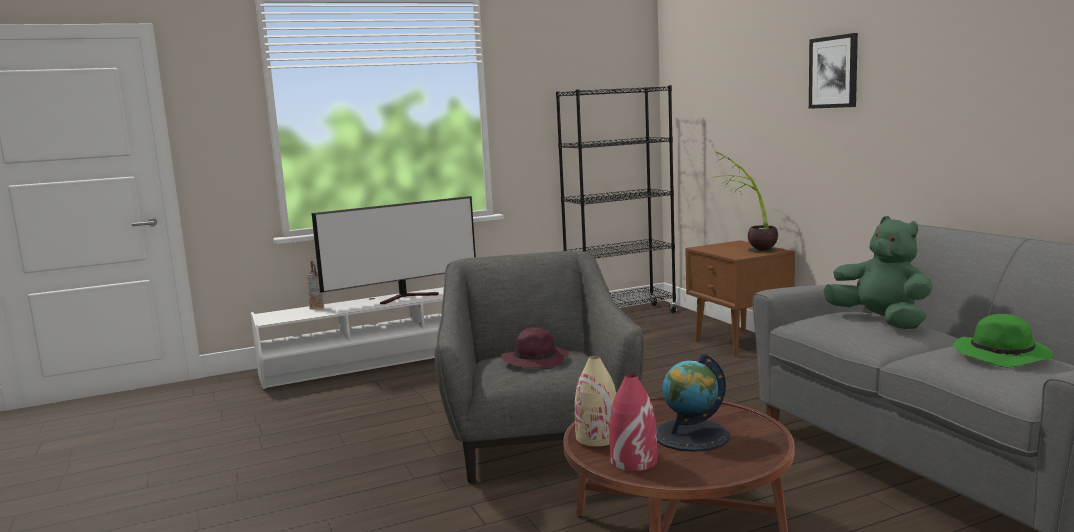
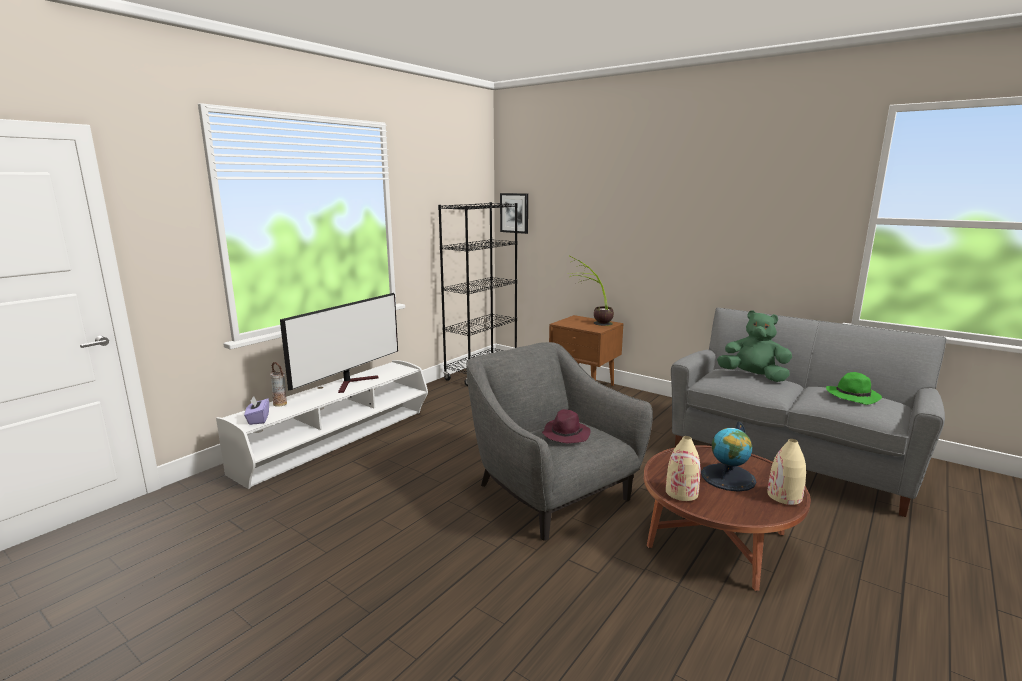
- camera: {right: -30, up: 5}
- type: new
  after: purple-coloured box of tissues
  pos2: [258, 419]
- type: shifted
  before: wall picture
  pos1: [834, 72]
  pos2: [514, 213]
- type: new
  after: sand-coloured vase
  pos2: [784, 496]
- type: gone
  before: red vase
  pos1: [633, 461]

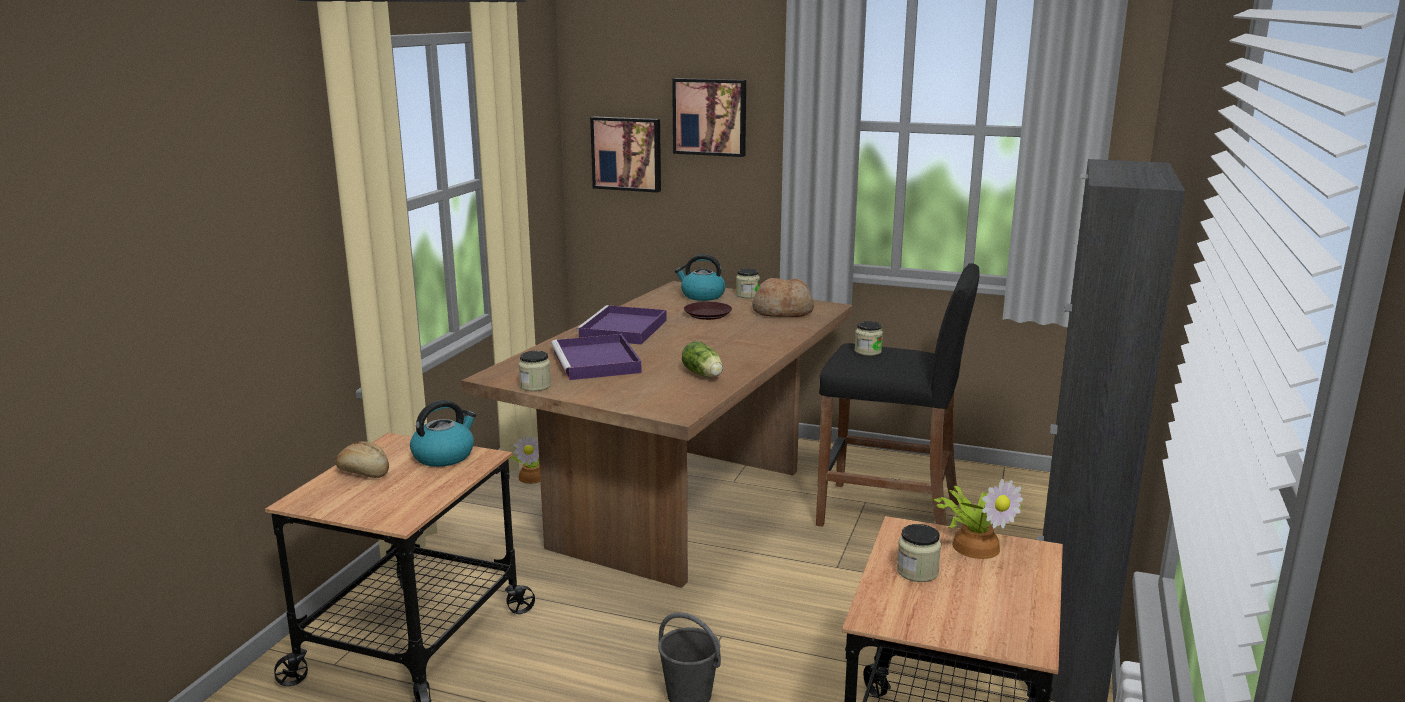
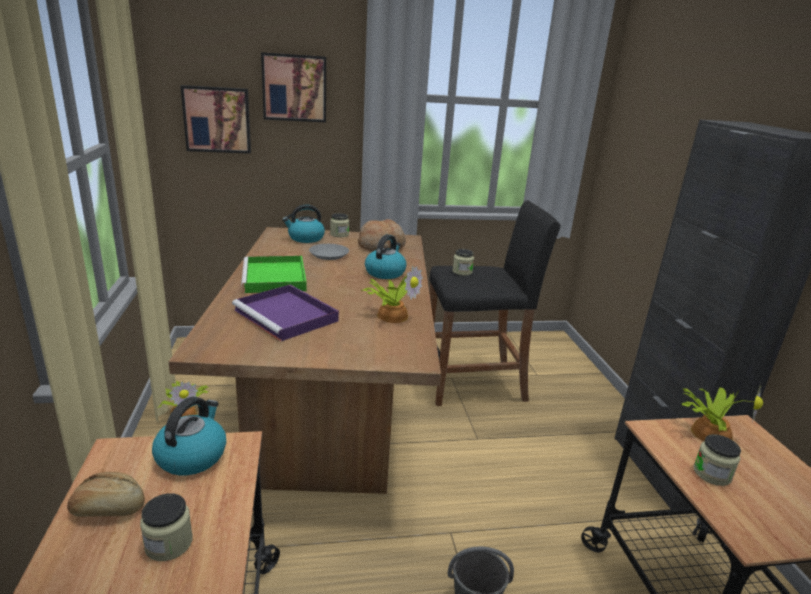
- camera: {right: -30, up: 5}
- type: shifted
  before: preserve jar
  pos1: [535, 386]
  pos2: [169, 543]
- type: repainted
  before: purple-coloured tray
  after: green-coloured tray
  pos1: [623, 330]
  pos2: [275, 278]
- type: repainted
  before: brownish flat dish
  after: gray flat dish
  pos1: [707, 314]
  pos2: [328, 255]
- type: swapped
  before: lettuce
  after: plant in a pot
  pos1: [704, 375]
  pos2: [392, 315]
- type: new
  after: water kettle
  pos2: [385, 272]

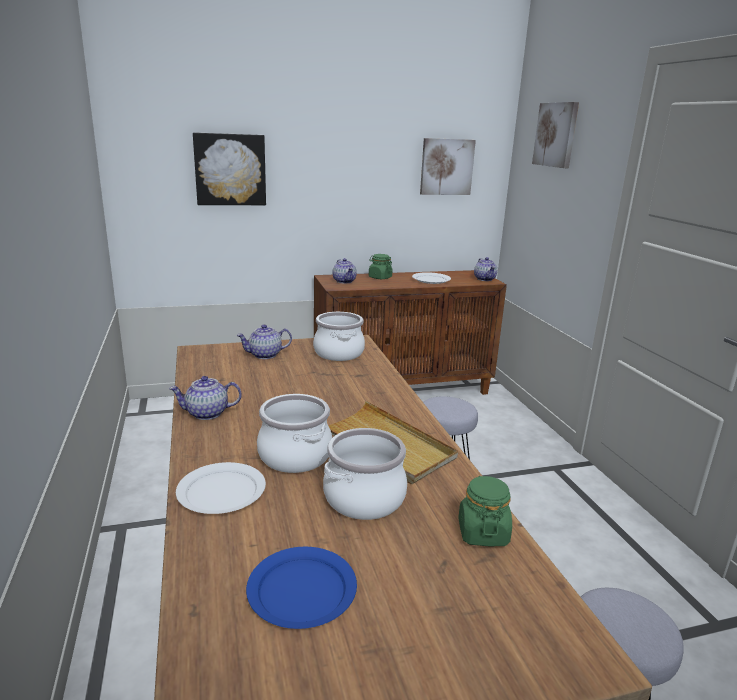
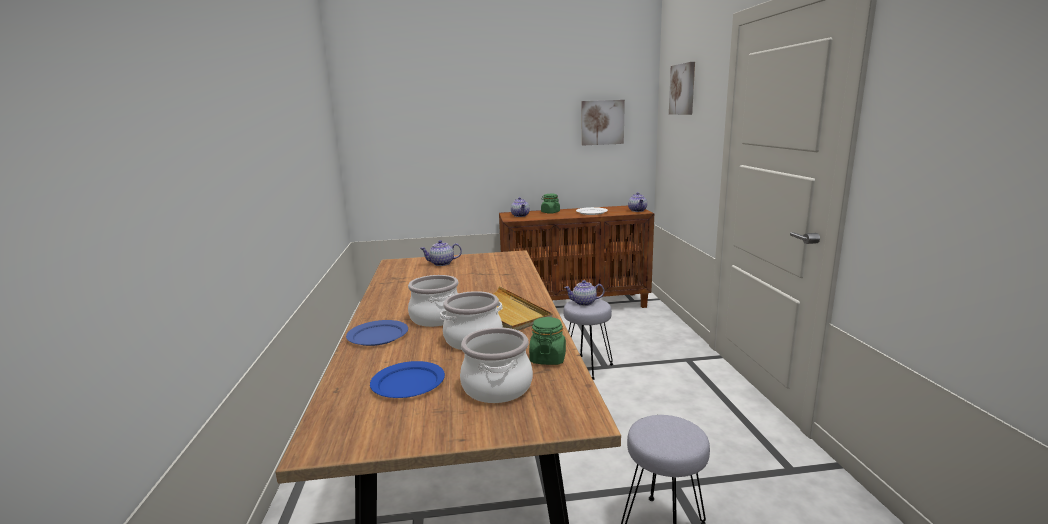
- camera: {right: 10, up: -5}
- type: repainted
  before: white-coloured flat dish
  after: blue-coloured flat dish
  pos1: [221, 491]
  pos2: [377, 335]
- type: shifted
  before: saucepot
  pos1: [339, 353]
  pos2: [498, 387]
- type: shifted
  before: pot for tea
  pos1: [206, 413]
  pos2: [584, 303]
- type: gone
  before: wall picture
  pos1: [230, 169]

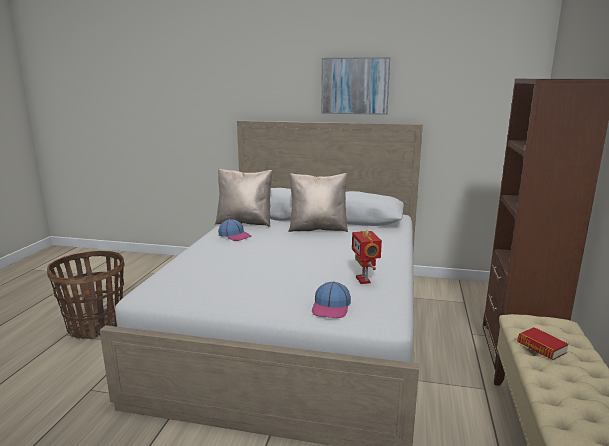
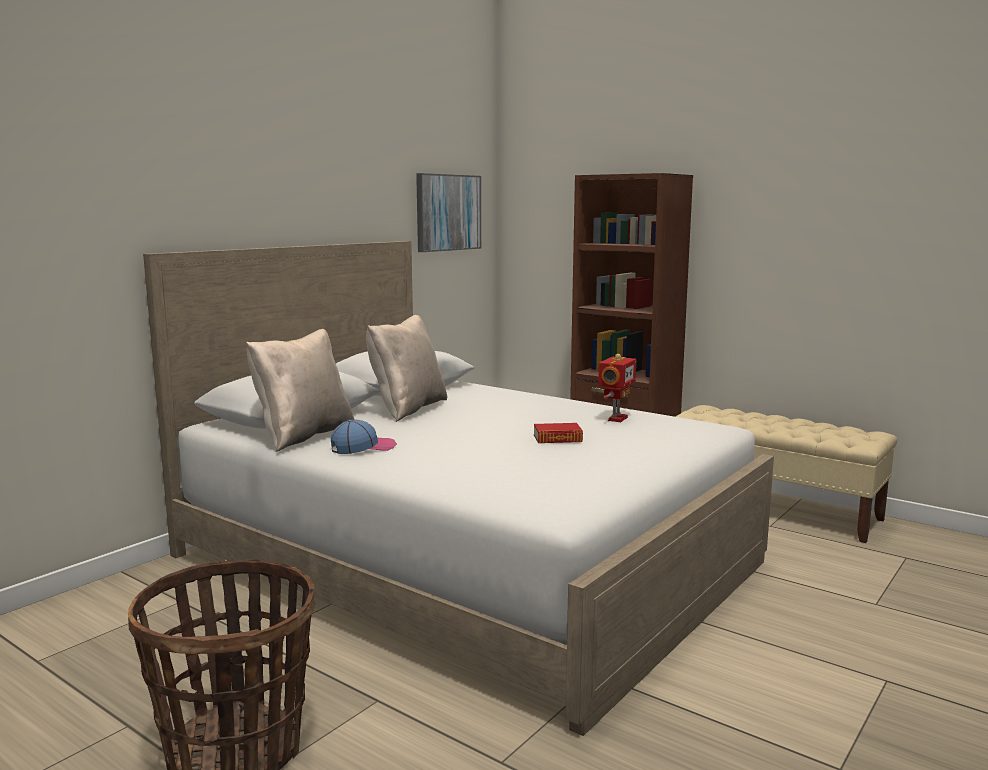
- camera: {right: -65, up: -5}
- type: shifted
  before: wall picture
  pos1: [355, 86]
  pos2: [448, 212]
- type: shifted
  before: bound book
  pos1: [541, 347]
  pos2: [557, 438]
- type: rotated
  before: model robot
  pos1: [364, 280]
  pos2: [616, 419]
  turn: -75
- type: gone
  before: baseball cap
  pos1: [331, 307]

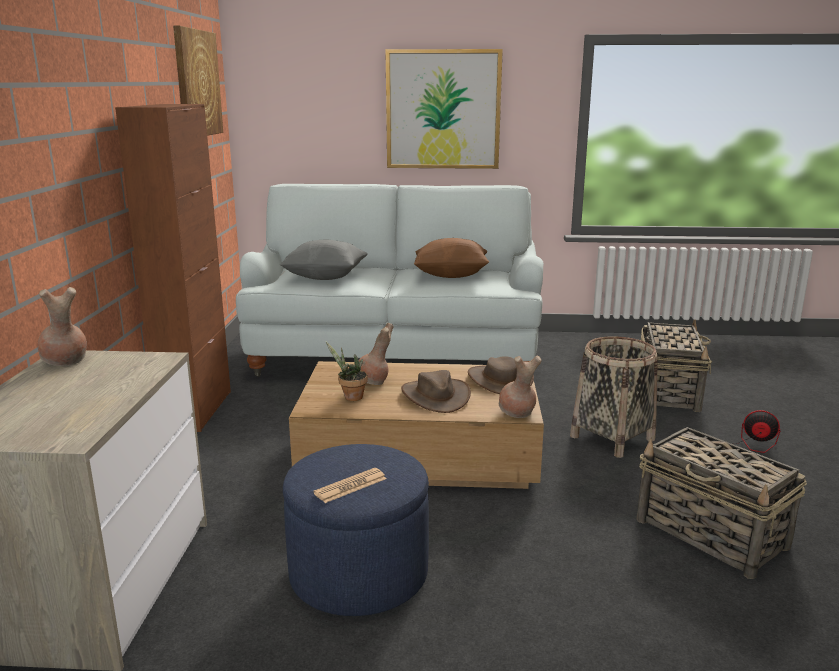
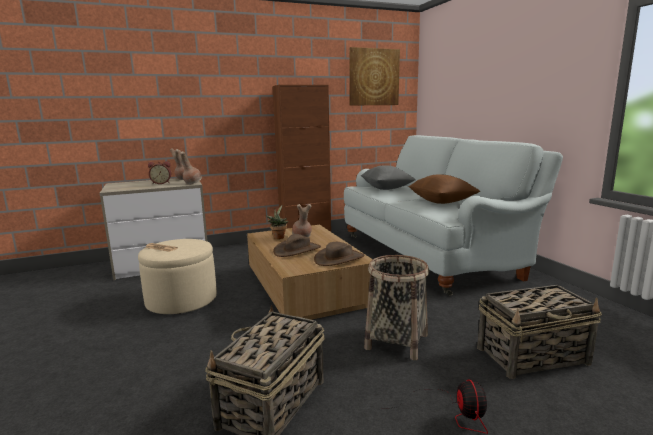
- camera: {right: 65, up: -5}
- type: repainted
  before: blue-coloured ottoman
  after: sand-coloured ottoman
  pos1: [359, 573]
  pos2: [181, 300]
- type: new
  after: alarm clock
  pos2: [161, 183]
- type: shifted
  before: brownish vase
  pos1: [516, 413]
  pos2: [192, 183]
- type: gone
  before: wall picture
  pos1: [443, 110]

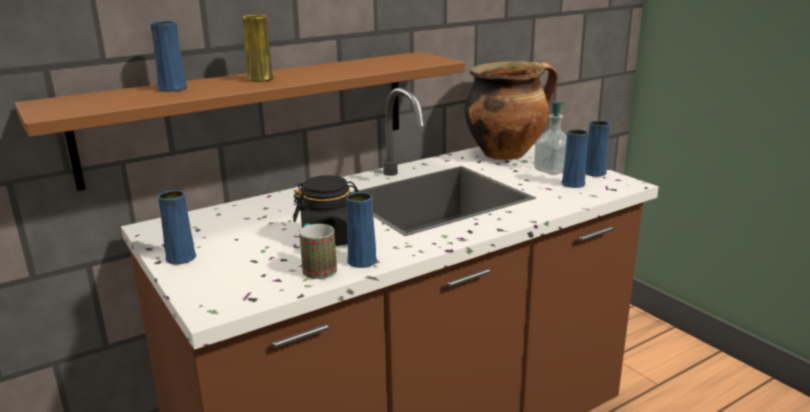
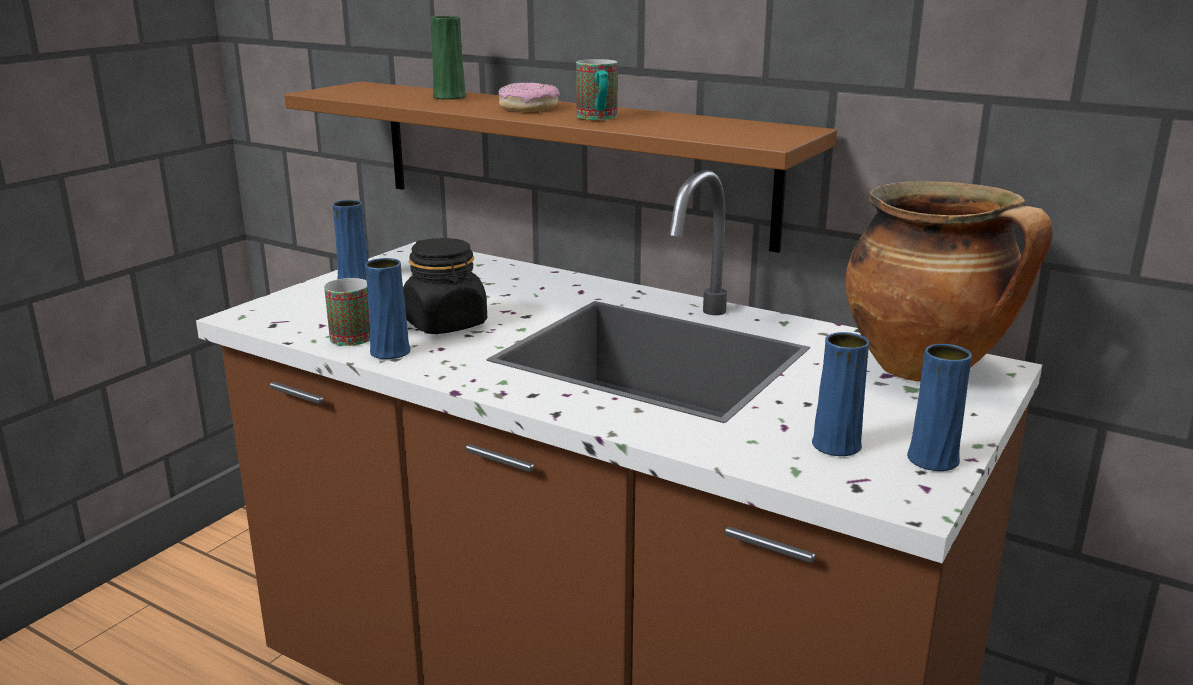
- camera: {right: 65, up: 0}
- type: repainted
  before: blue-coloured vase
  after: green-coloured vase
  pos1: [172, 88]
  pos2: [449, 97]
- type: swapped
  before: yellow vase
  after: doughnut
  pos1: [260, 79]
  pos2: [529, 108]
- type: new
  after: coffee mug
  pos2: [598, 118]
- type: gone
  before: liquid soap bottle
  pos1: [551, 170]

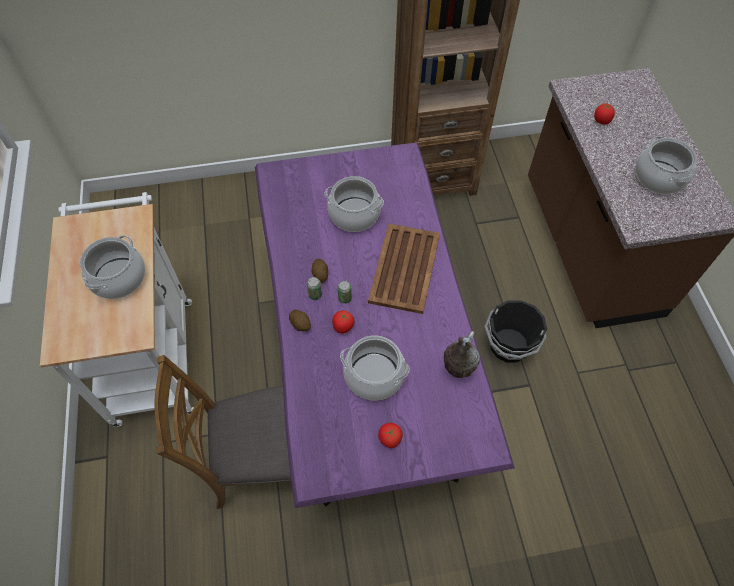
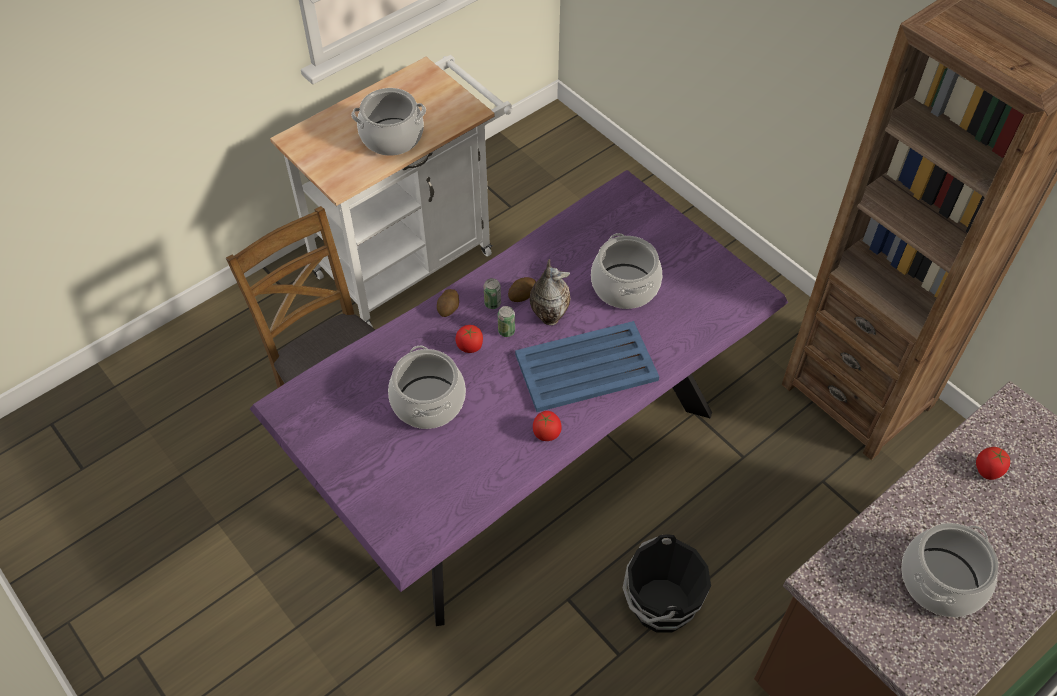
- camera: {right: 60, up: -5}
- type: repainted
  before: brownish tray
  after: blue-coloured tray
  pos1: [405, 267]
  pos2: [587, 367]
- type: shifted
  before: vase
  pos1: [456, 370]
  pos2: [549, 316]
- type: shifted
  before: whole tomato
  pos1: [389, 439]
  pos2: [546, 433]

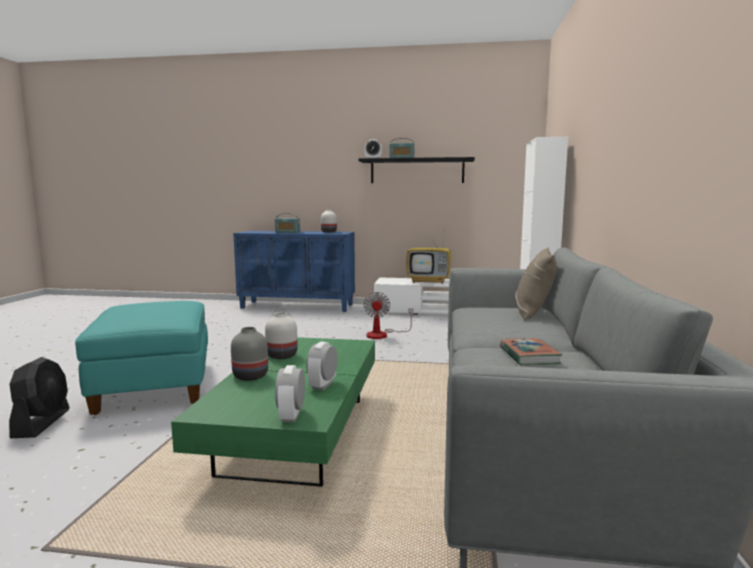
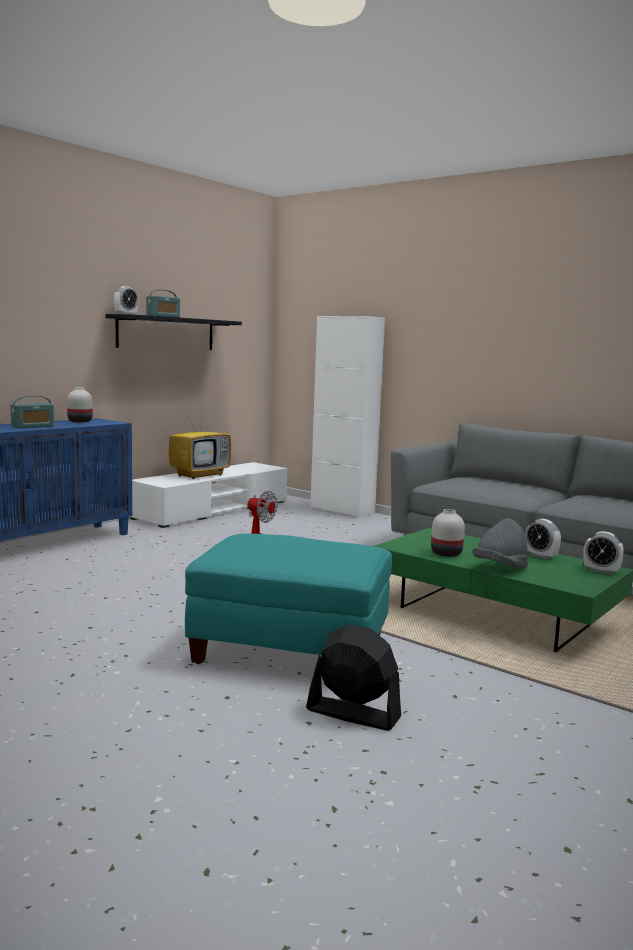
- camera: {right: -60, up: 0}
- type: swapped
  before: gray vase
  after: gray hat
  pos1: [250, 376]
  pos2: [500, 568]
- type: gone
  before: bound book
  pos1: [529, 356]
- type: gone
  before: sand-coloured cushion
  pos1: [533, 313]

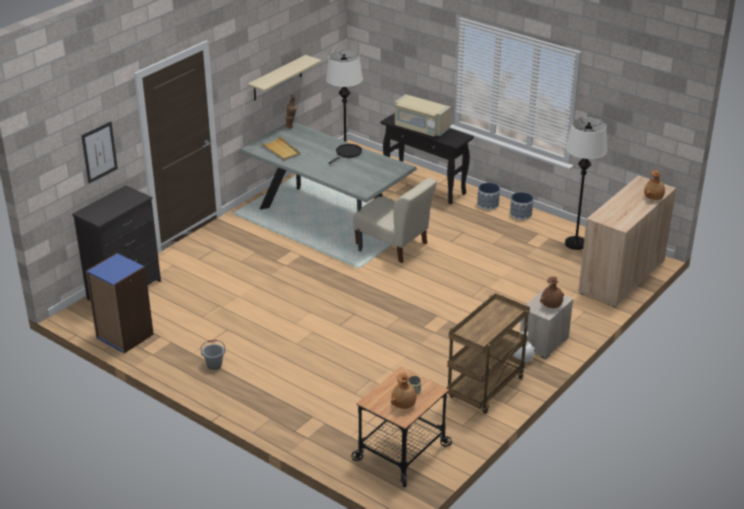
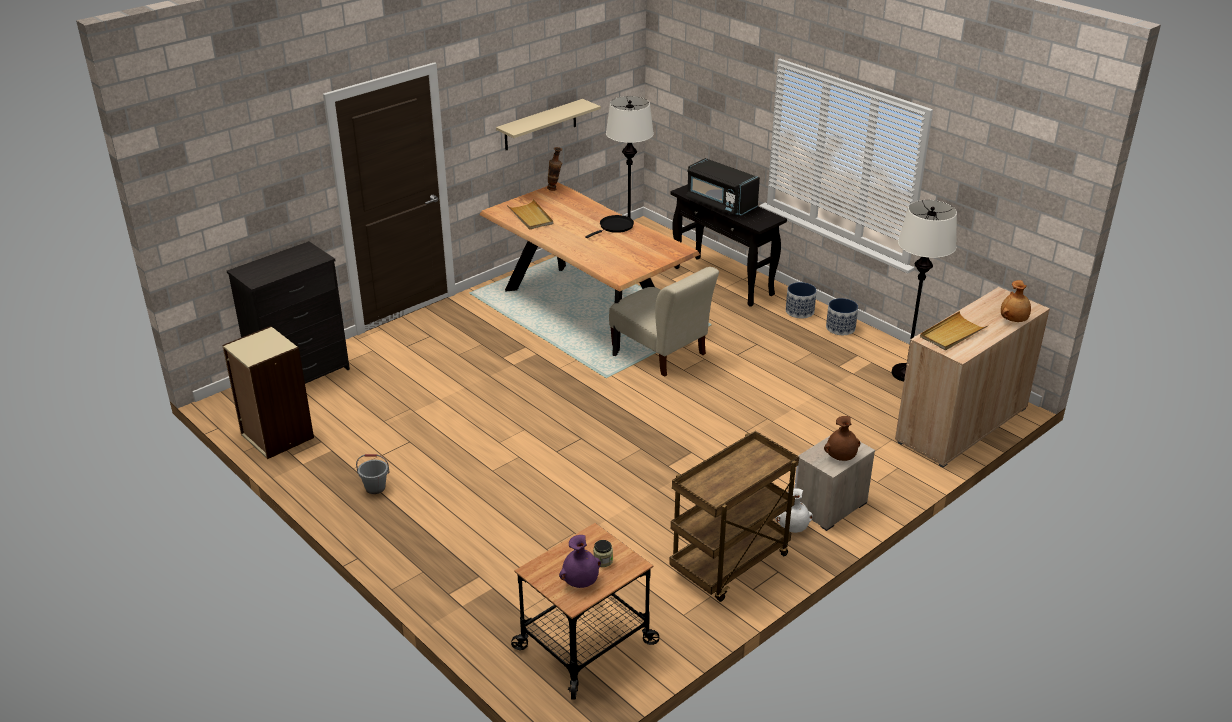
- camera: {right: 10, up: 0}
- type: repainted
  before: blue-coloured shelving unit
  after: sand-coloured shelving unit
  pos1: [124, 336]
  pos2: [276, 436]
- type: repainted
  before: gray dining table
  after: brownish dining table
  pos1: [328, 217]
  pos2: [587, 308]
- type: repainted
  before: brownish vase
  after: purple-coloured vase
  pos1: [404, 405]
  pos2: [581, 582]
- type: repainted
  before: sand-coloured microwave
  after: black-coloured microwave
  pos1: [421, 128]
  pos2: [720, 203]
- type: new
  after: sand-coloured tray
  pos2: [952, 333]
- type: gone
  before: wall picture
  pos1: [99, 152]

